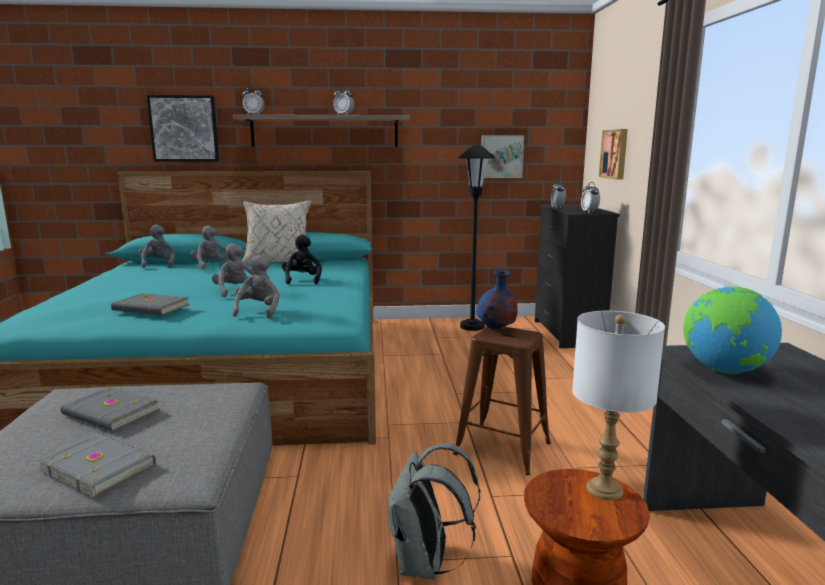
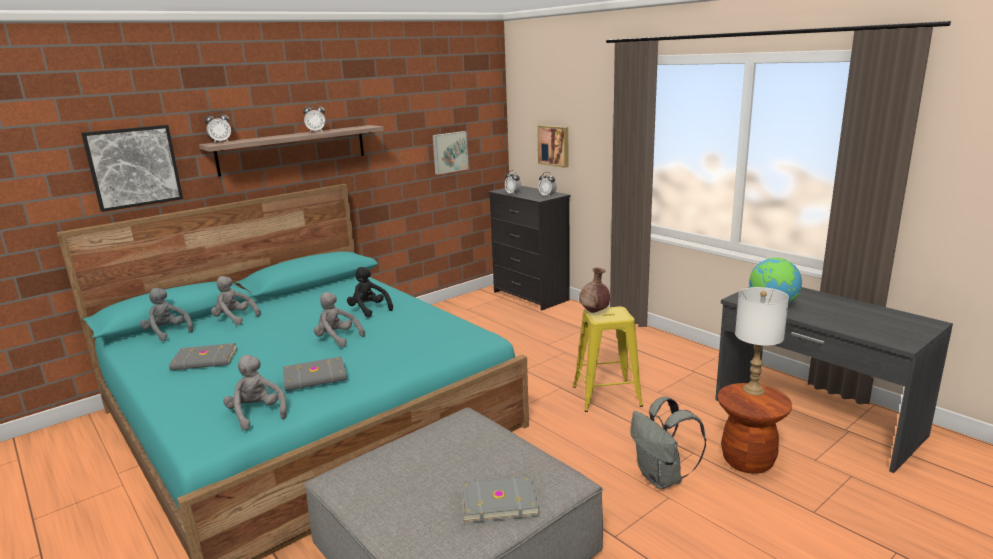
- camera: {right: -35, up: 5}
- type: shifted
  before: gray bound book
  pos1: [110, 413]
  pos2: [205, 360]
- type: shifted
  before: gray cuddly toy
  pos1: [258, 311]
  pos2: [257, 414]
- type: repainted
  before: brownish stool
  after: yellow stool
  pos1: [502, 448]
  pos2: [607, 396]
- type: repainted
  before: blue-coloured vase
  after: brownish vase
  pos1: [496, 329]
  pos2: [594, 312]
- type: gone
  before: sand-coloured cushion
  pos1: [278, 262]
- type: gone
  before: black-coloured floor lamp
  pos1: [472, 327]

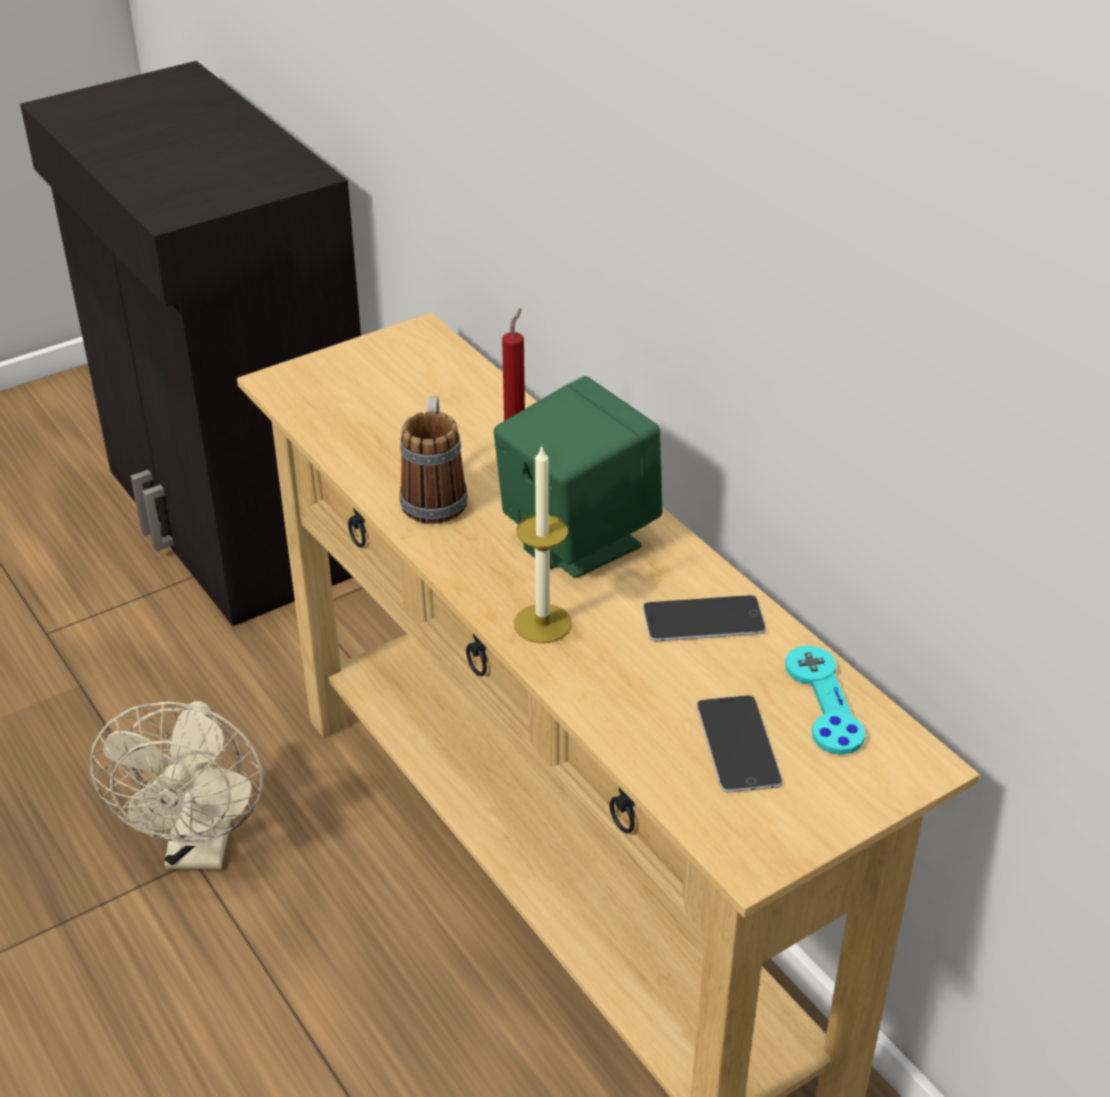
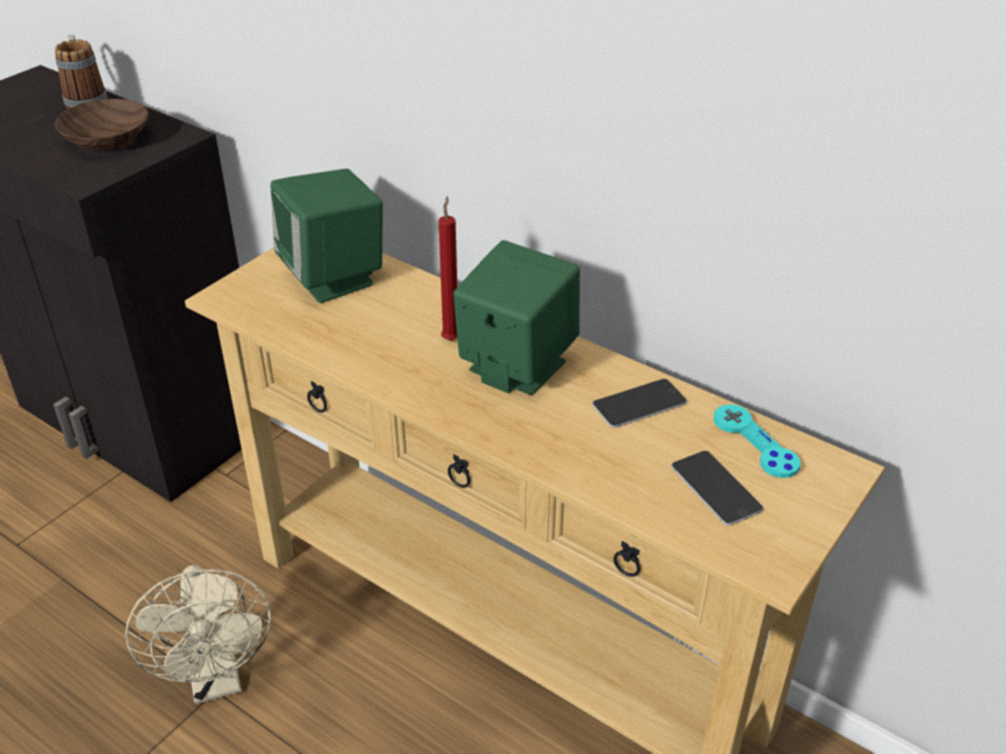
- camera: {right: -20, up: 0}
- type: shifted
  before: coffee mug
  pos1: [435, 495]
  pos2: [86, 99]
- type: new
  after: brownish serving bowl
  pos2: [104, 139]
- type: new
  after: green-coloured speaker
  pos2: [334, 278]
- type: gone
  before: wax light
  pos1: [542, 623]

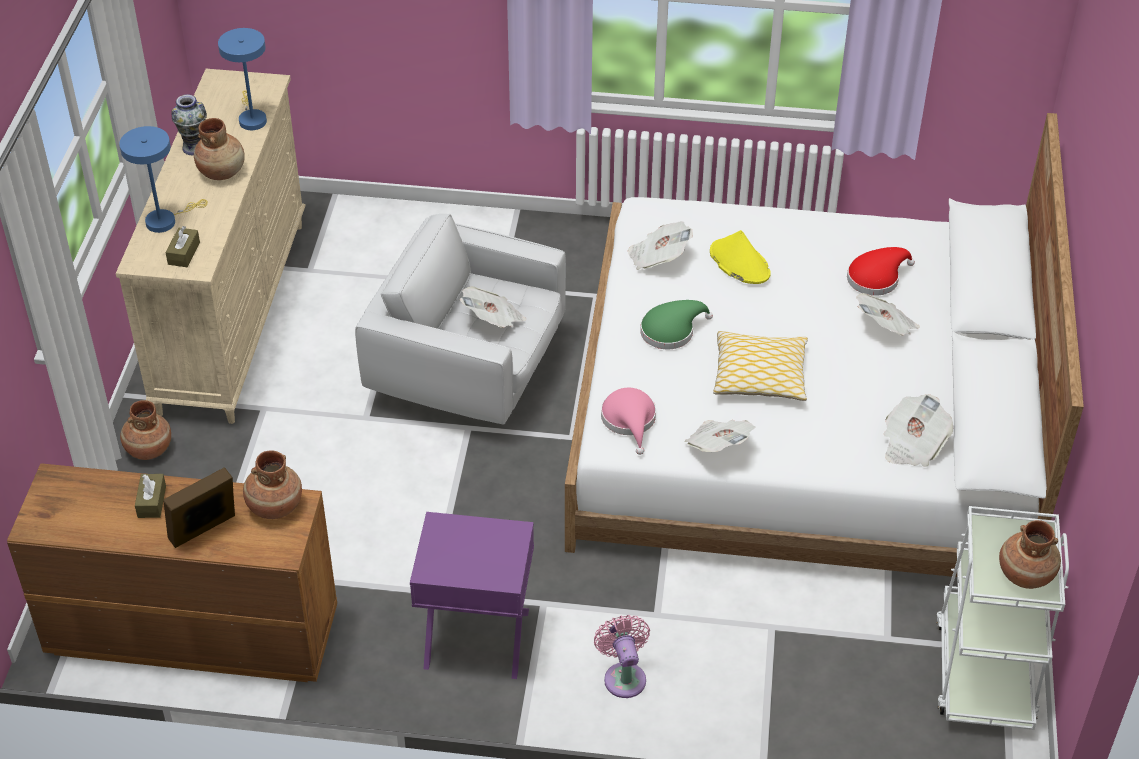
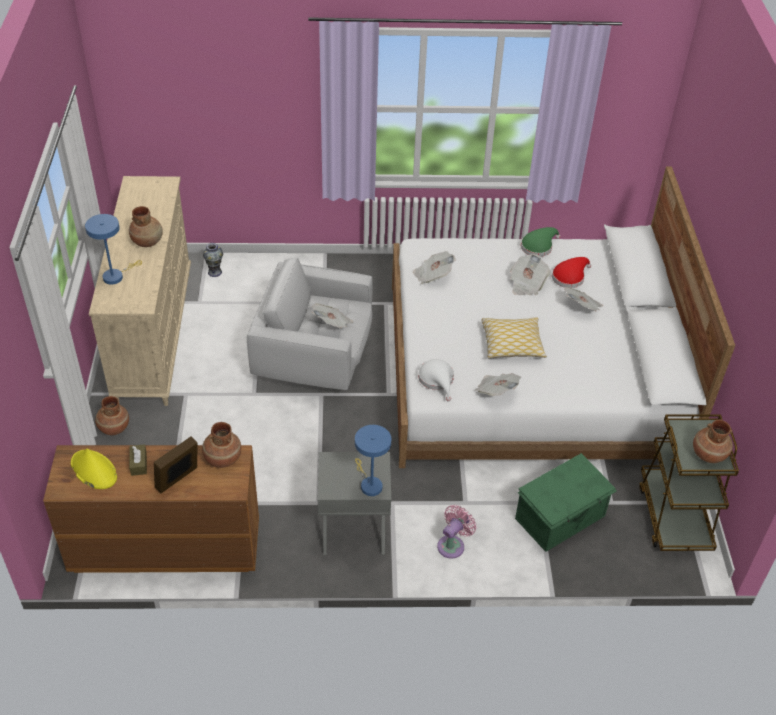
- camera: {right: -10, up: 0}
- type: shifted
  before: yellow hat
  pos1: [739, 262]
  pos2: [93, 470]
- type: shifted
  before: vase
  pos1: [194, 147]
  pos2: [214, 272]
- type: repainted
  before: purple-coloured night table
  after: gray night table
  pos1: [476, 639]
  pos2: [353, 531]
- type: shifted
  before: blue-coloured table lamp
  pos1: [251, 118]
  pos2: [369, 484]
- type: repainted
  before: pinkish hat
  after: white-coloured hat
  pos1: [629, 420]
  pos2: [437, 380]
- type: rotated
  before: pinkish fan
  pos1: [624, 676]
  pos2: [452, 544]
  turn: 60
- type: shifted
  before: printed paper
  pos1: [912, 444]
  pos2: [526, 284]
- type: new
  after: green-coloured storage box
  pos2: [561, 518]
- type: shifted
  before: green-coloured hat
  pos1: [671, 330]
  pos2: [538, 246]
- type: repainted
  before: white-coloured trolley
  after: brownish trolley
  pos1: [984, 670]
  pos2: [674, 516]
- type: gone
  before: brownish box of tissues
  pos1: [184, 253]

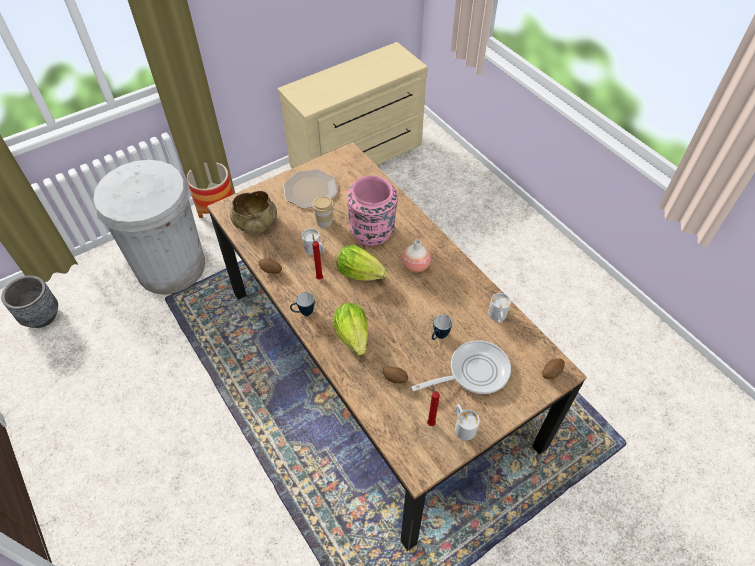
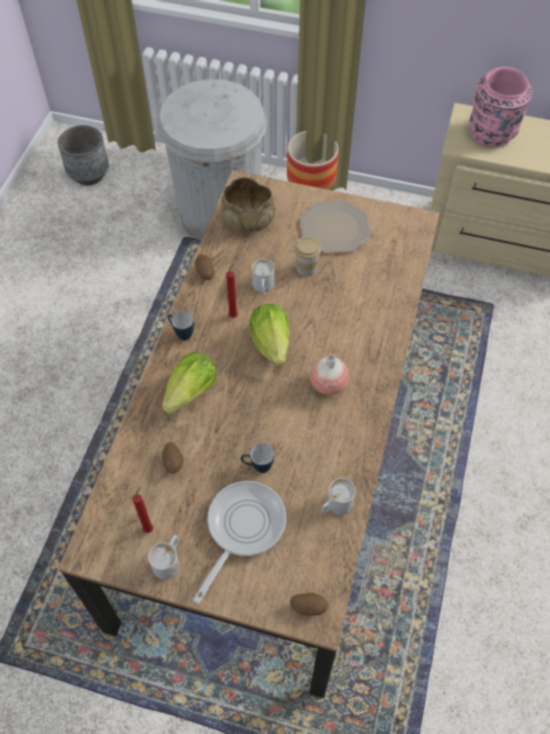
- camera: {right: 50, up: 5}
- type: rotated
  before: pan
  pos1: [473, 372]
  pos2: [242, 528]
  turn: -90
- type: shifted
  before: pinkish vase
  pos1: [372, 232]
  pos2: [491, 135]

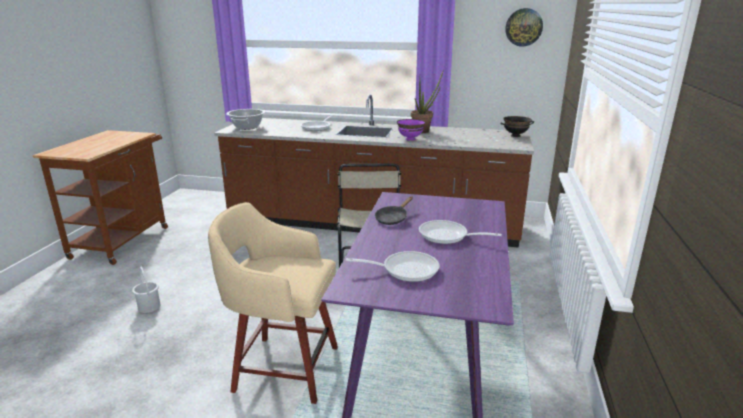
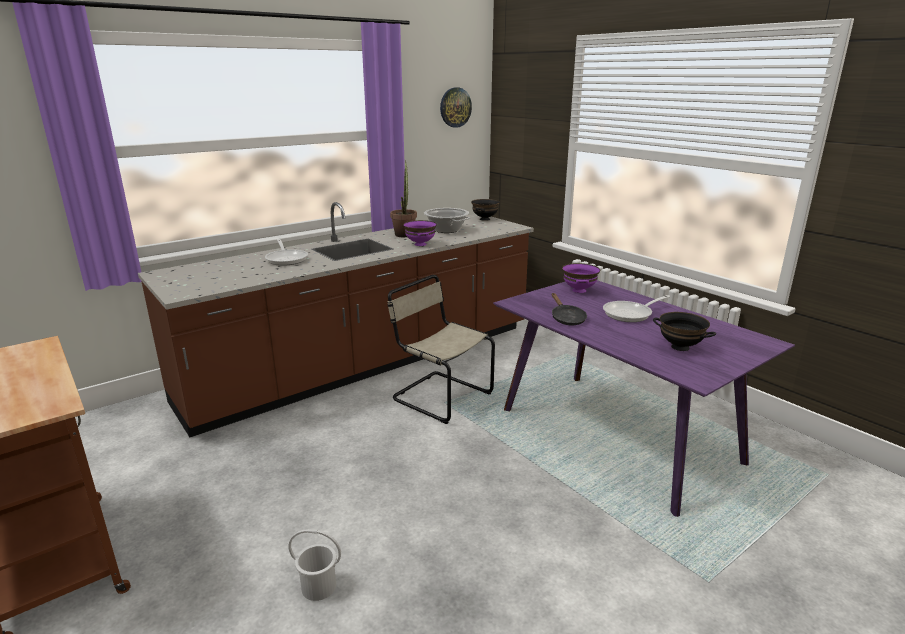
- camera: {right: -50, up: 0}
- type: shifted
  before: saucepot
  pos1: [247, 127]
  pos2: [446, 230]
- type: new
  after: purple-coloured serving bowl
  pos2: [579, 290]
- type: swapped
  before: pan
  after: black-coloured serving bowl
  pos1: [405, 270]
  pos2: [679, 347]
- type: gone
  before: sand-coloured stool
  pos1: [283, 367]

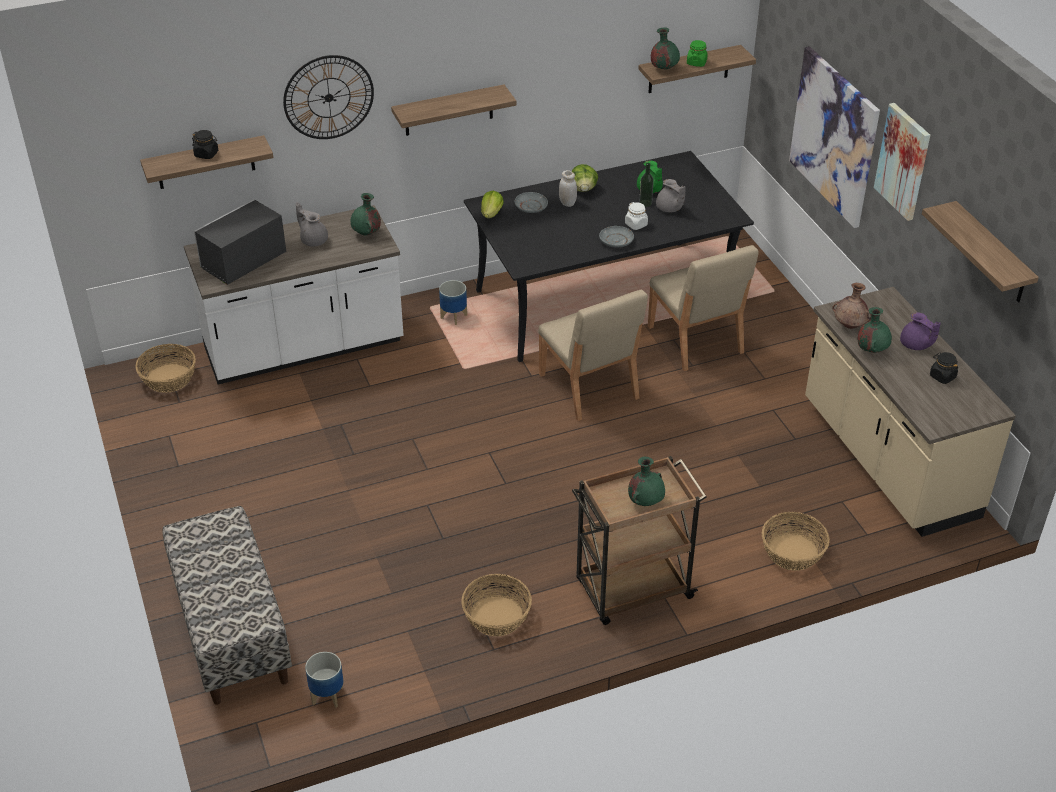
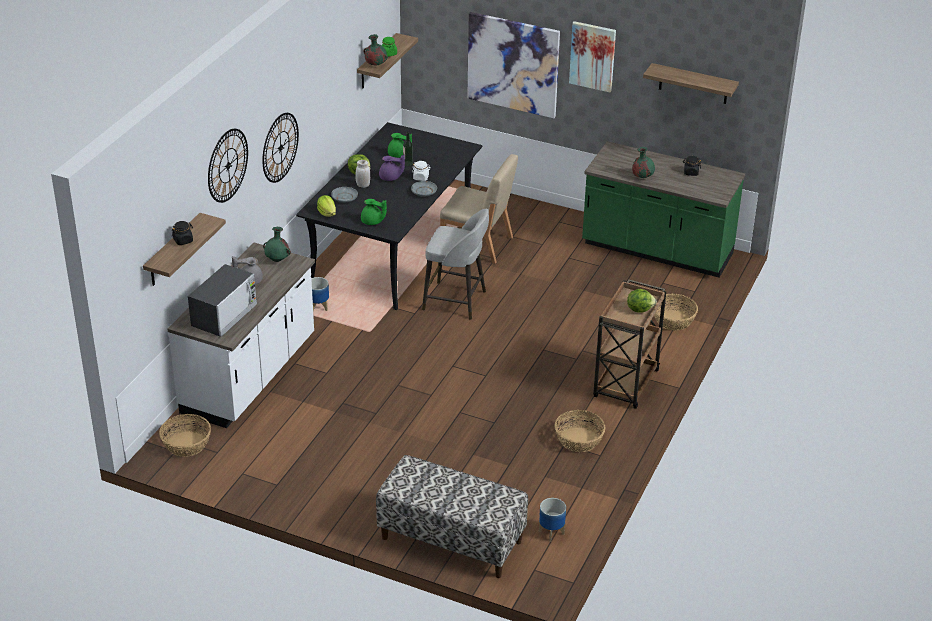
- camera: {right: -45, up: -5}
- type: rotated
  before: microwave
  pos1: [243, 261]
  pos2: [224, 315]
  turn: -150
- type: swapped
  before: bracket shelf
  after: wall clock
  pos1: [448, 110]
  pos2: [280, 147]
- type: new
  after: green-coloured pot for tea
  pos2: [372, 222]
- type: shifted
  before: purple-coloured pot for tea
  pos1: [915, 345]
  pos2: [390, 178]
- type: swapped
  before: sand-coloured chair
  after: gray stool
  pos1: [588, 387]
  pos2: [456, 301]
- type: repainted
  before: sand-coloured kitchen base unit
  after: green-coloured kitchen base unit
  pos1: [887, 461]
  pos2: [657, 251]
- type: swapped
  before: green-coloured vase
  after: lettuce
  pos1: [646, 501]
  pos2: [639, 309]
- type: gone
  before: gray pot for tea
  pos1: [669, 209]
- type: gone
  before: brownish vase
  pos1: [850, 326]

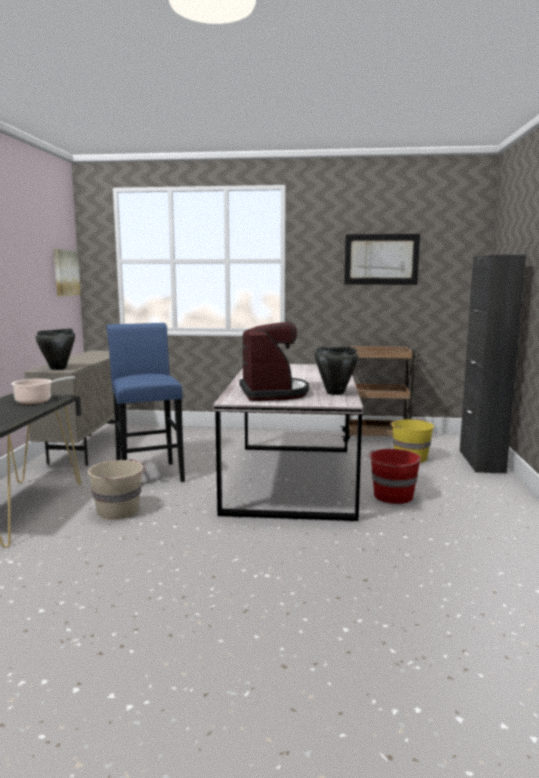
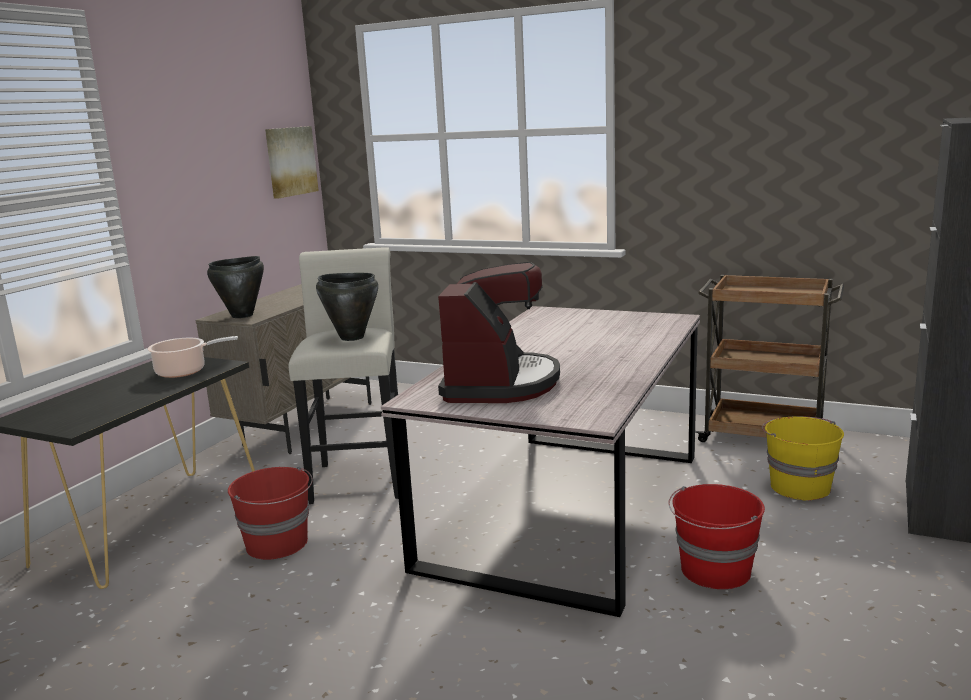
- camera: {right: 20, up: 5}
- type: repainted
  before: sand-coloured bucket
  after: red bucket
  pos1: [119, 511]
  pos2: [278, 543]
- type: repainted
  before: blue-coloured stool
  after: white-coloured stool
  pos1: [148, 473]
  pos2: [360, 477]
- type: shifted
  before: black-coloured saucepot
  pos1: [334, 393]
  pos2: [351, 337]
- type: gone
  before: wall picture
  pos1: [381, 259]

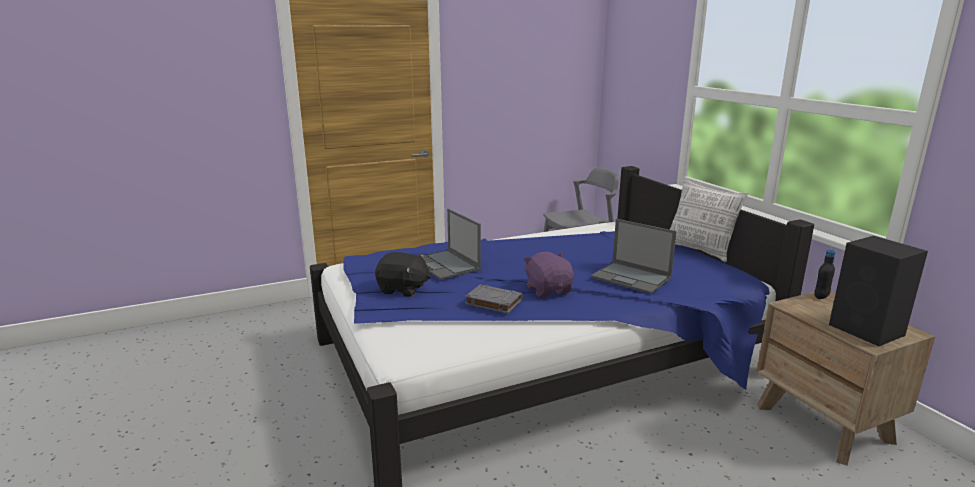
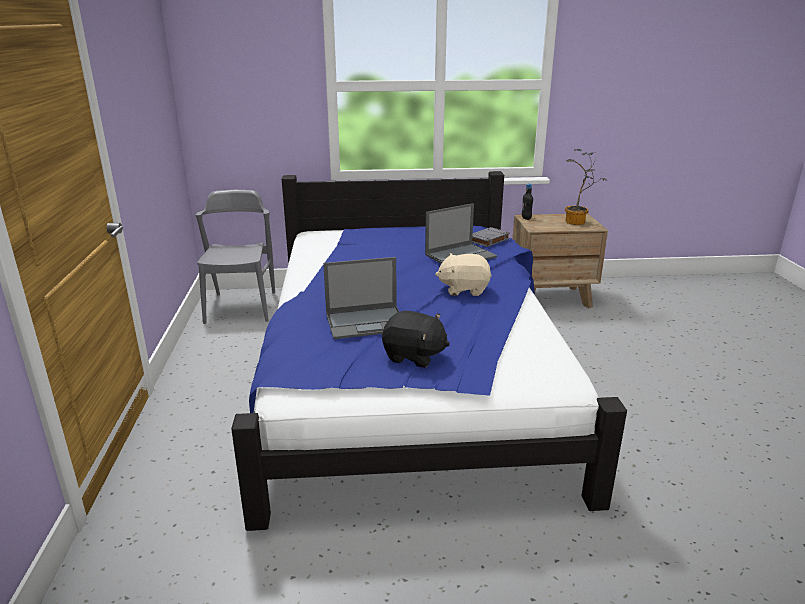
- camera: {right: -70, up: 5}
- type: rotated
  before: black-coloured cuddly toy
  pos1: [403, 289]
  pos2: [414, 356]
  turn: 75
- type: repainted
  before: purple-coloured cuddly toy
  after: sand-coloured cuddly toy
  pos1: [548, 290]
  pos2: [464, 289]
- type: shifted
  before: gray bound book
  pos1: [493, 302]
  pos2: [488, 240]
- type: swapped
  before: black-coloured speaker
  after: plant in a pot
  pos1: [868, 330]
  pos2: [578, 222]
- type: gone
  before: cushion
  pos1: [699, 250]

